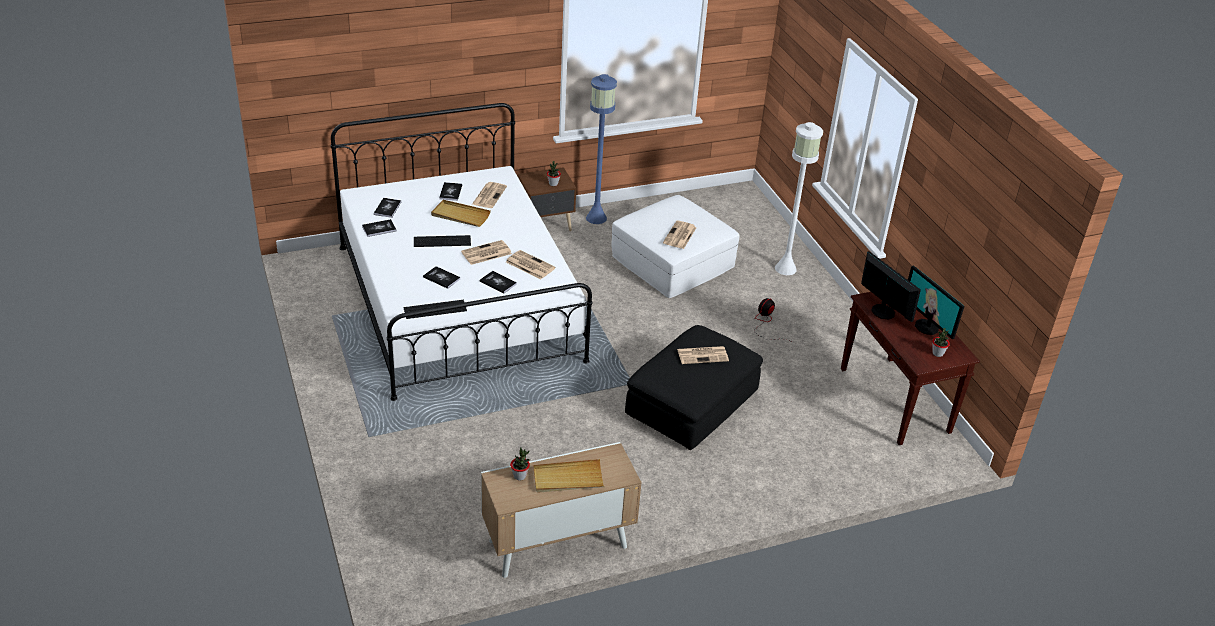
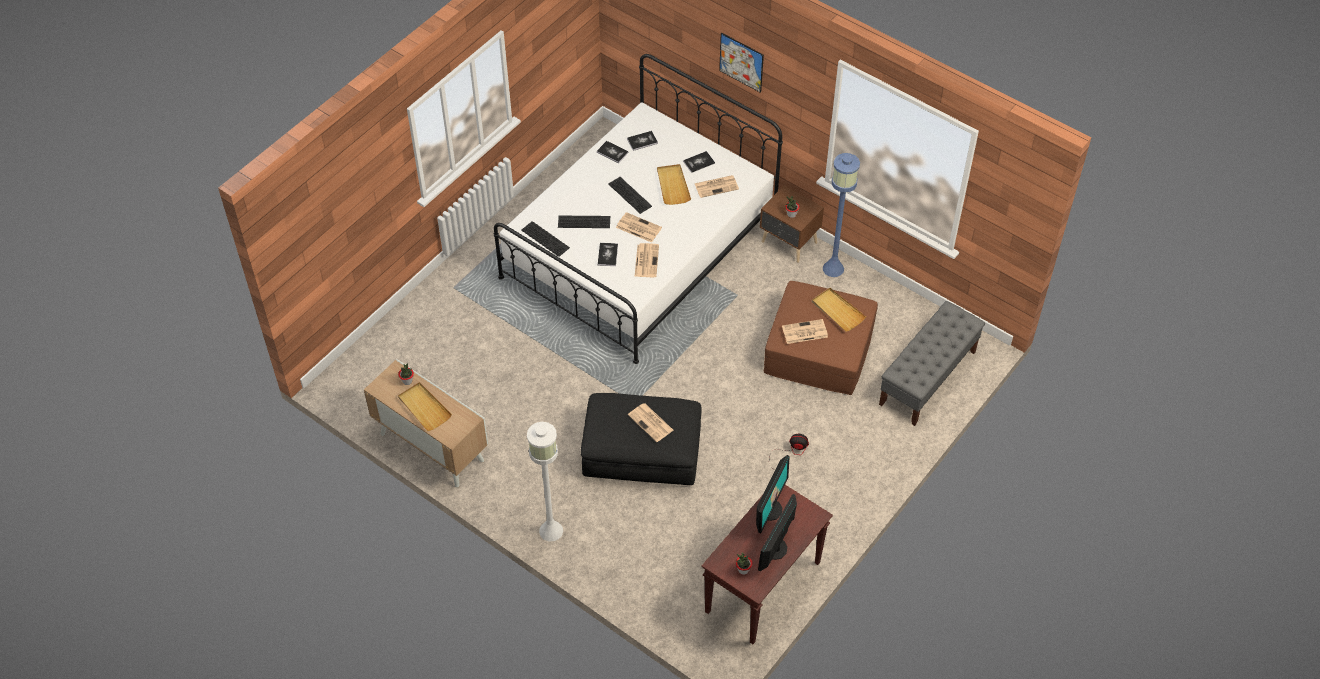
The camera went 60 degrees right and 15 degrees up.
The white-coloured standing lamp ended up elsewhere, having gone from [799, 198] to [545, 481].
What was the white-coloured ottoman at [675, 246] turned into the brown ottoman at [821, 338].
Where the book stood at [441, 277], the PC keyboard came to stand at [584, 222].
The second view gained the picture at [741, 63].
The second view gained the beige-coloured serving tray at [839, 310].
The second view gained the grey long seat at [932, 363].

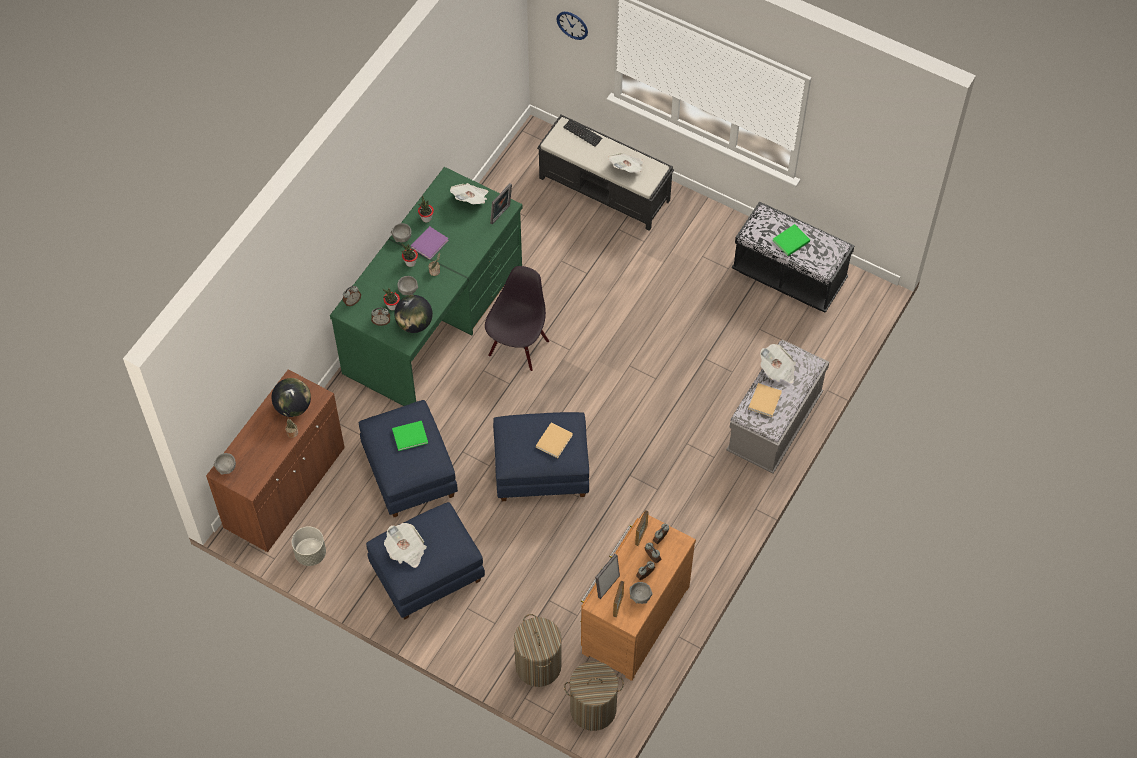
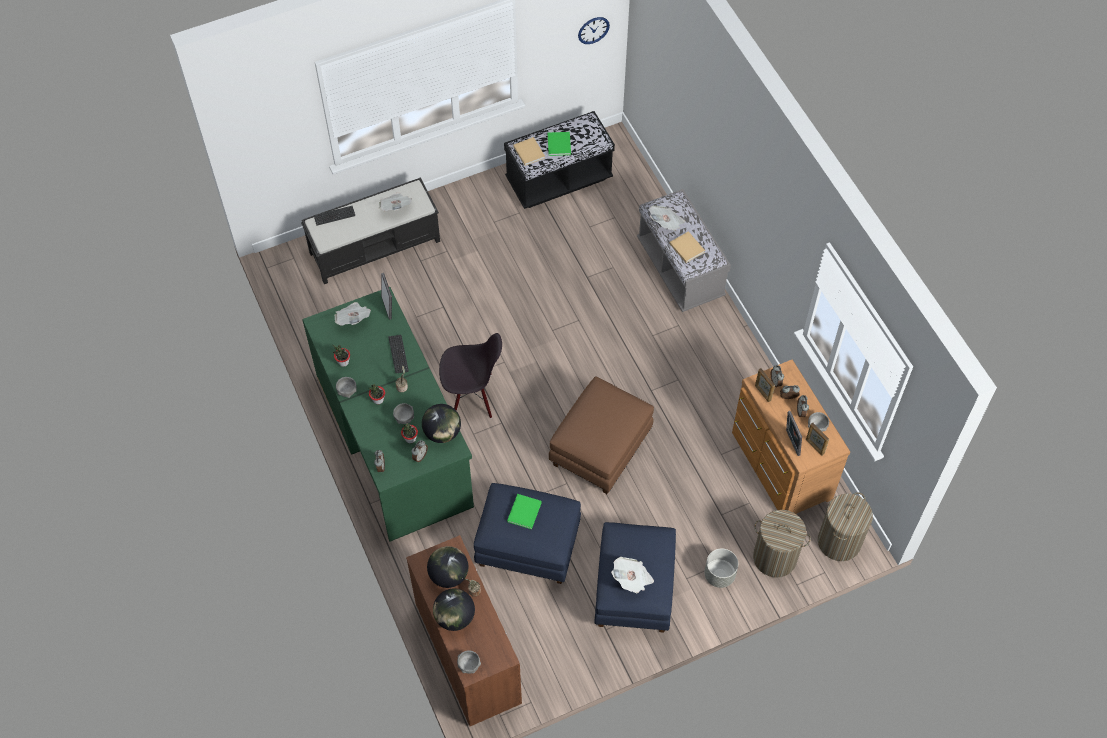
The camera went 55 degrees left and 0 degrees up.
The wall clock ended up elsewhere, having gone from [572, 26] to [594, 30].
The second view lost the purple-coloured book at [430, 243].
The black-coloured upright chair at [517, 318] ended up facing another way, 120 degrees clockwise from before.
What was the blue ottoman at [541, 456] turned into the brown ottoman at [601, 435].
The beige-coloured book ended up elsewhere, having gone from [554, 440] to [529, 151].
The grey flower pot ended up elsewhere, having gone from [309, 546] to [721, 568].
The second view gained the PC keyboard at [398, 354].
The second view gained the world globe at [454, 609].

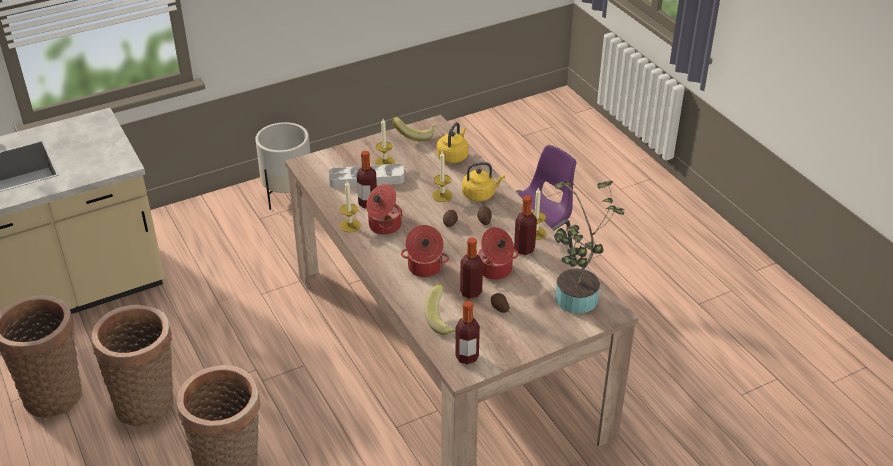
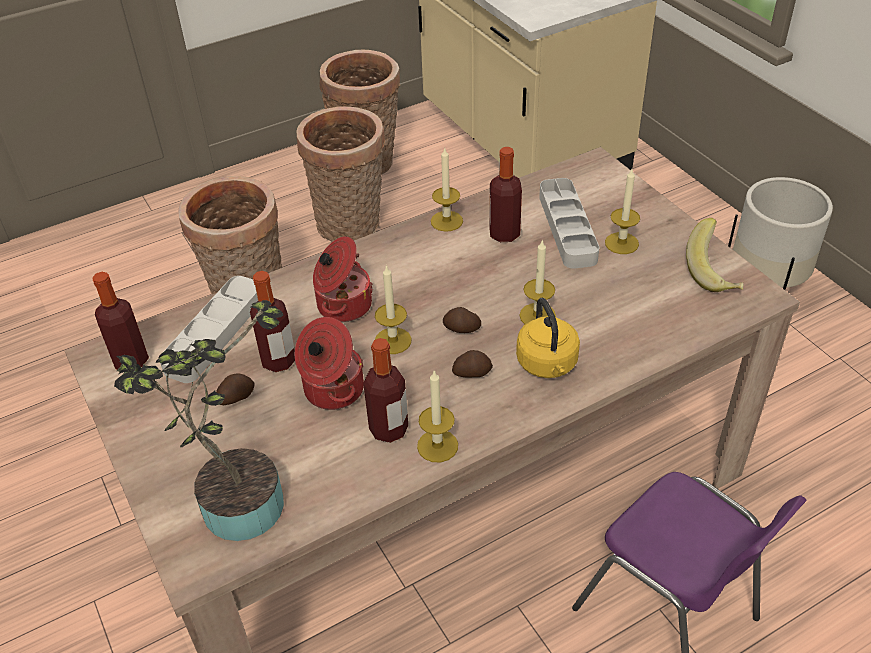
The camera went 90 degrees right and 5 degrees up.
The second view lost the yellowish kettle at [452, 142].
The second view lost the cooking pot at [384, 209].
Where the banana fruit stood at [440, 310], the grey serving tray came to stand at [209, 329].
The second view gained the wax candle at [393, 309].

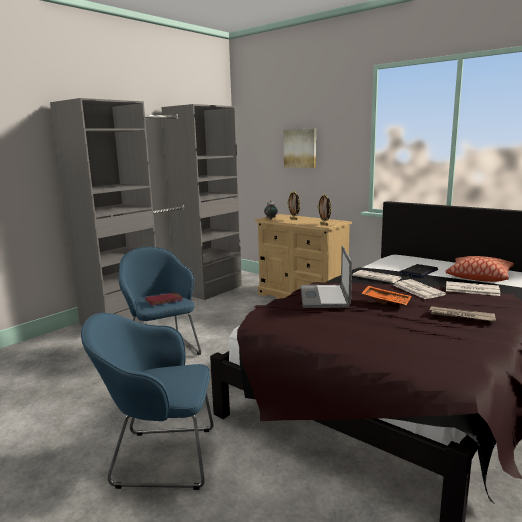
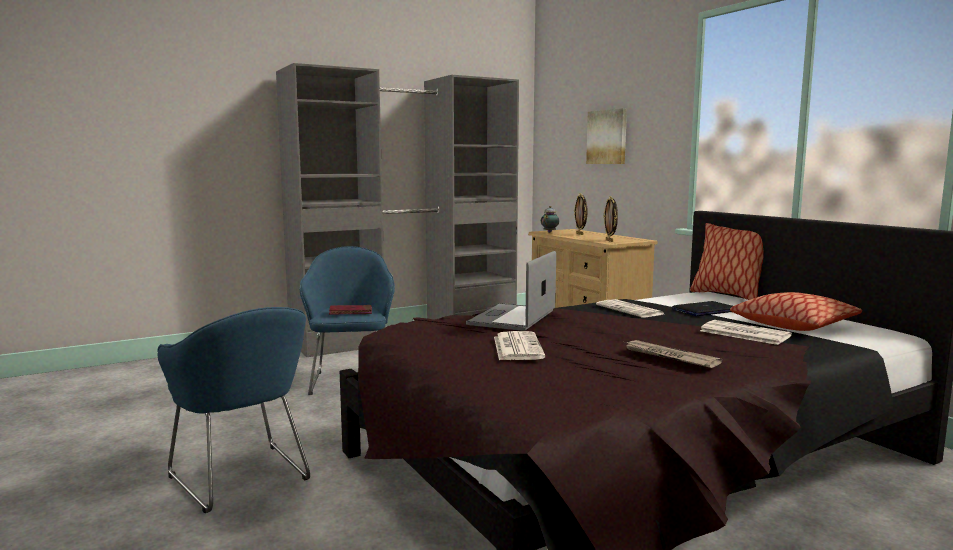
The camera went 20 degrees right and 5 degrees down.
The newspaper ended up elsewhere, having gone from [419, 289] to [519, 345].
The second view lost the orange serving tray at [386, 296].
The blue lounge chair at [147, 401] ended up facing another way, 150 degrees counterclockwise from before.
The second view gained the throw pillow at [727, 261].

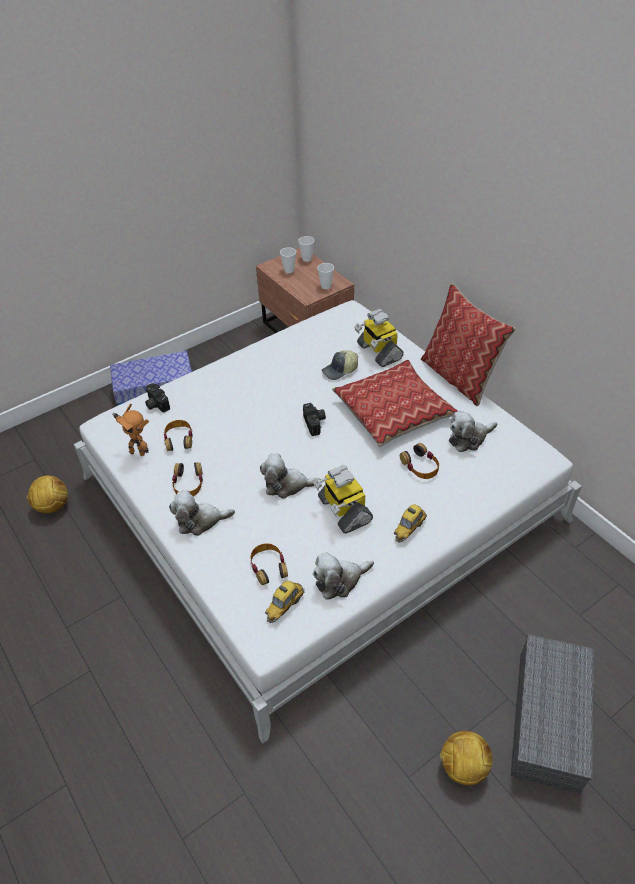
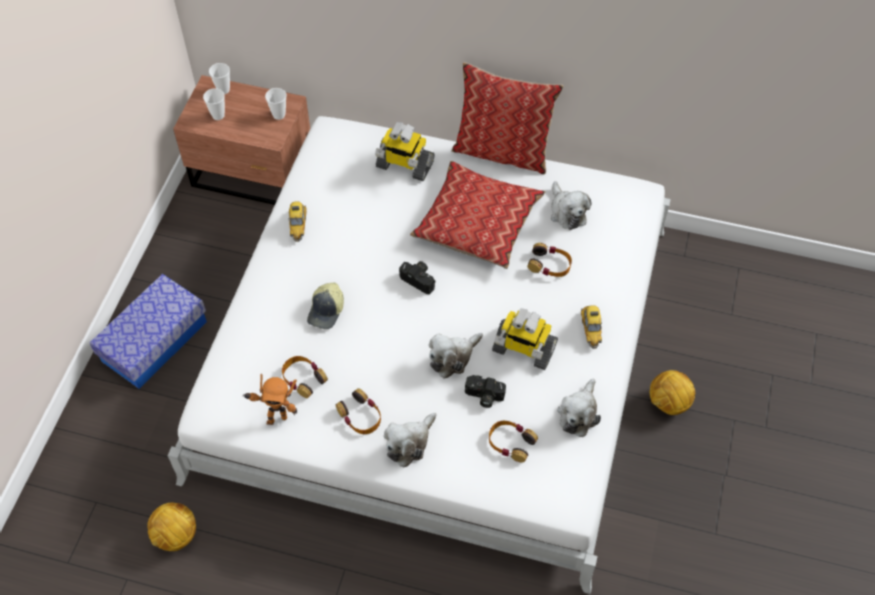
The camera went 40 degrees left and 10 degrees up.
The peaked cap ended up elsewhere, having gone from [340, 365] to [325, 305].
The still camera ended up elsewhere, having gone from [157, 397] to [485, 391].
The cuddly toy at [473, 431] ended up facing another way, 45 degrees counterclockwise from before.
The toy car ended up elsewhere, having gone from [285, 602] to [298, 221].
The second view lost the grey storage bin at [552, 714].
The football ended up elsewhere, having gone from [466, 758] to [672, 392].

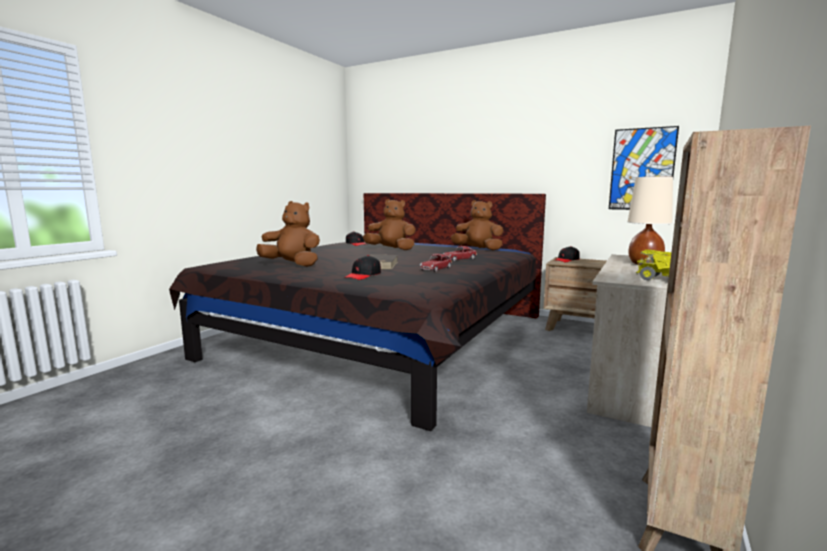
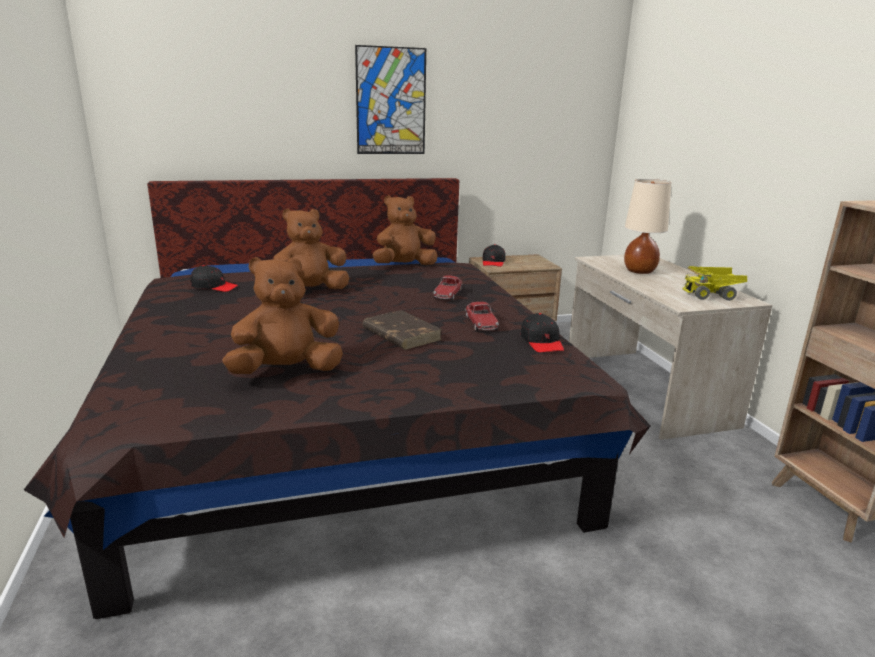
The camera went 45 degrees left and 10 degrees up.
The picture ended up elsewhere, having gone from [644, 168] to [390, 99].
The black-coloured peaked cap ended up elsewhere, having gone from [362, 267] to [542, 333].

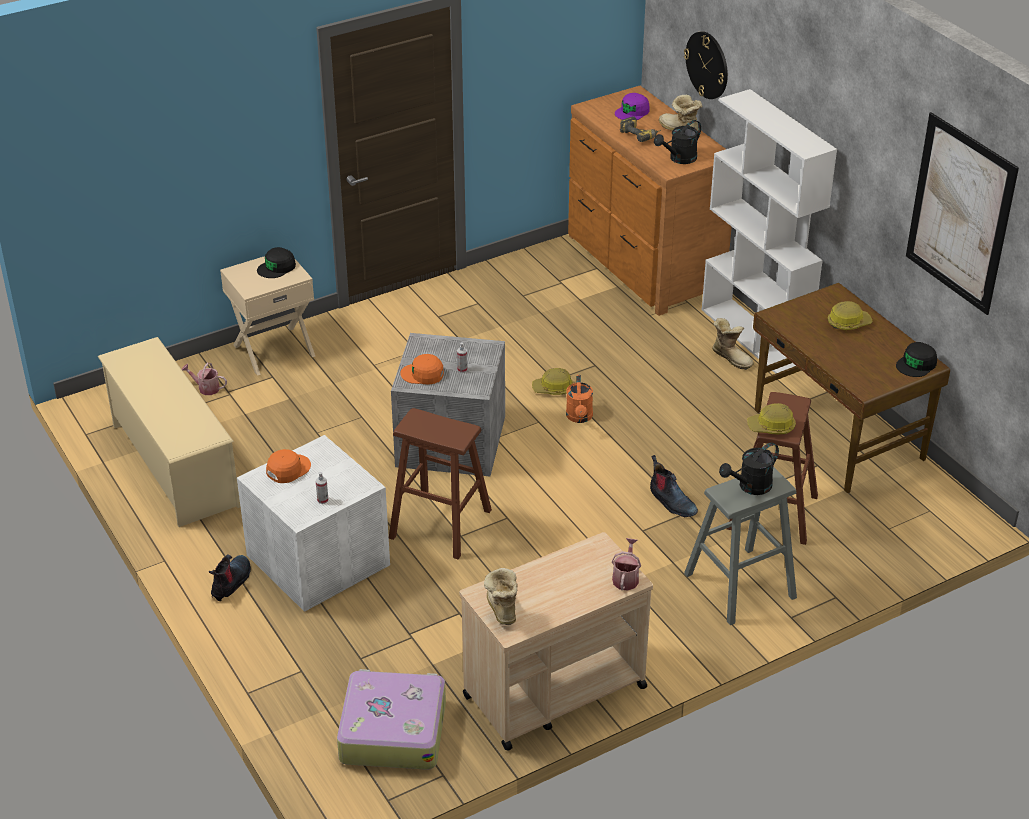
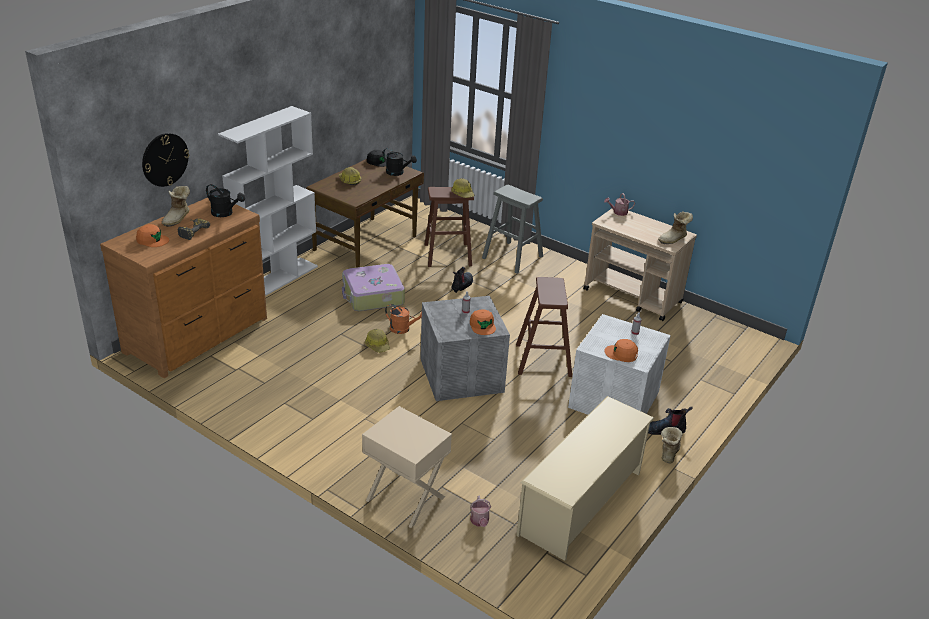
The camera went 115 degrees left and 5 degrees down.
What was the purple-coloured peaked cap at [632, 106] turned into the orange peaked cap at [152, 235].
The second view lost the picture at [962, 213].
The second view lost the black-coloured peaked cap at [276, 262].
The boot ended up elsewhere, having gone from [733, 344] to [672, 445].
The orange sprinkling can at [579, 399] ended up facing another way, 45 degrees clockwise from before.
The black-coloured sprinkling can ended up elsewhere, having gone from [749, 469] to [400, 162].
The travel case ended up elsewhere, having gone from [391, 719] to [373, 287].

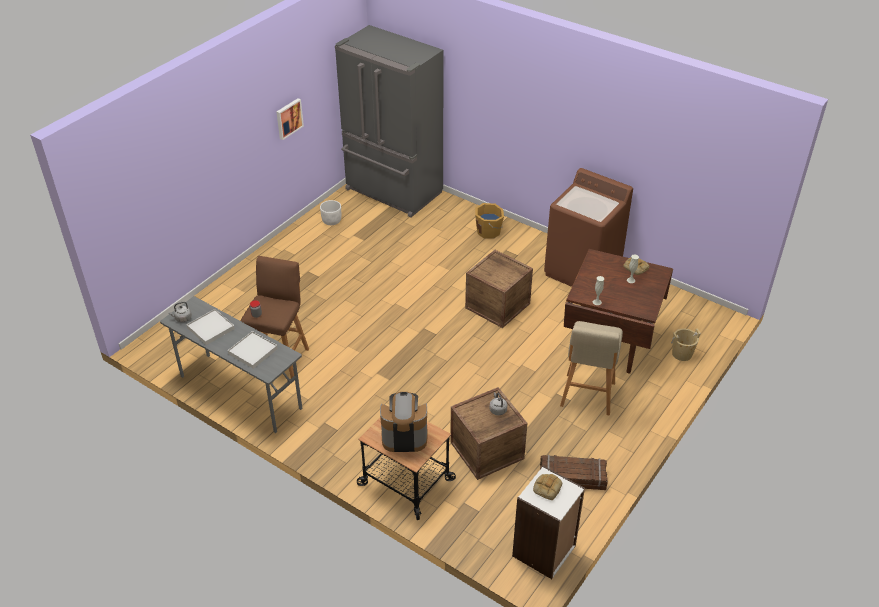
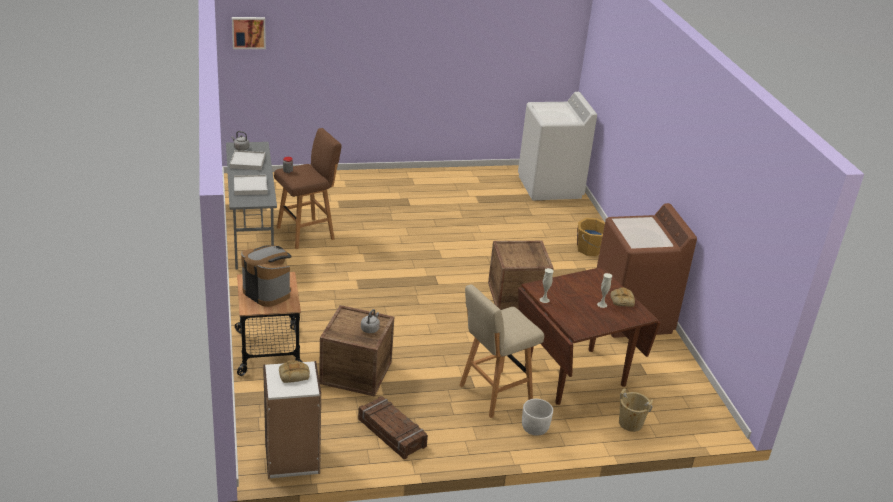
The camera went 40 degrees right and 10 degrees down.
Where the grey kitchen fridge stood at [389, 121], the white-coloured washing machine came to stand at [557, 146].
The picture ended up elsewhere, having gone from [290, 119] to [249, 33].
The white-coloured flower pot ended up elsewhere, having gone from [330, 212] to [537, 417].

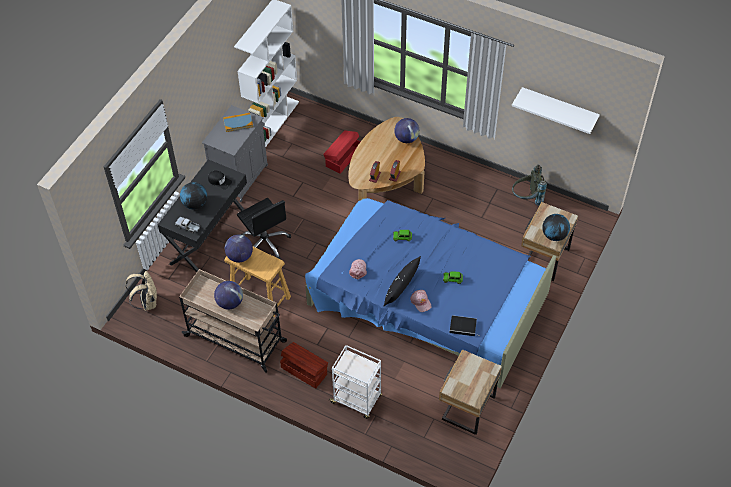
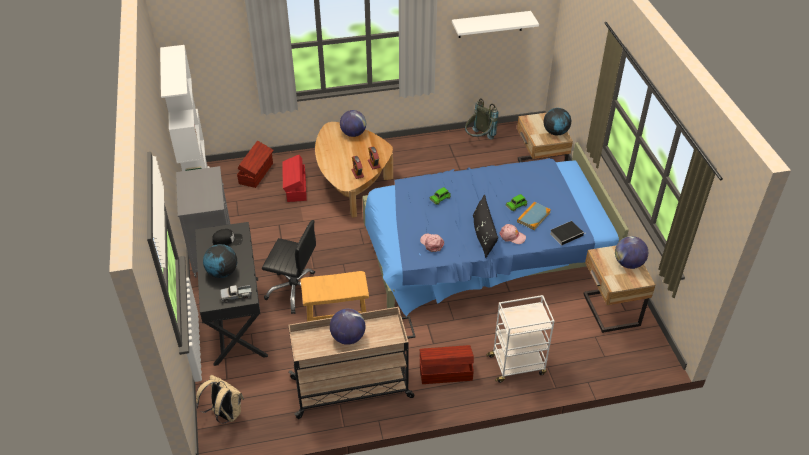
The camera went 40 degrees left and 10 degrees down.
The book ended up elsewhere, having gone from [238, 122] to [534, 216].
The world globe ended up elsewhere, having gone from [239, 249] to [631, 252].
The second view gained the brown storage bin at [255, 164].

